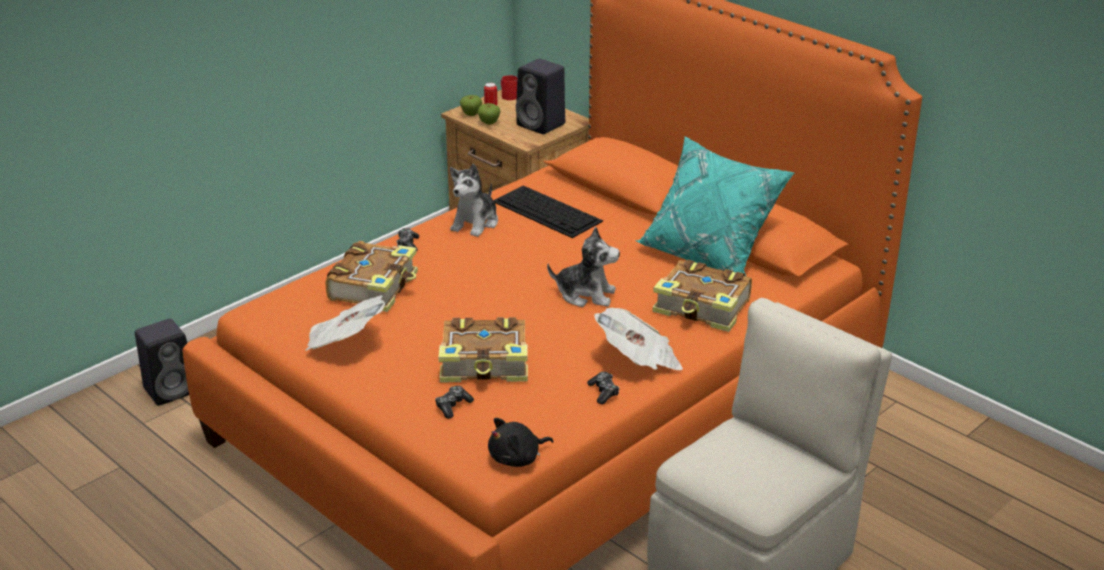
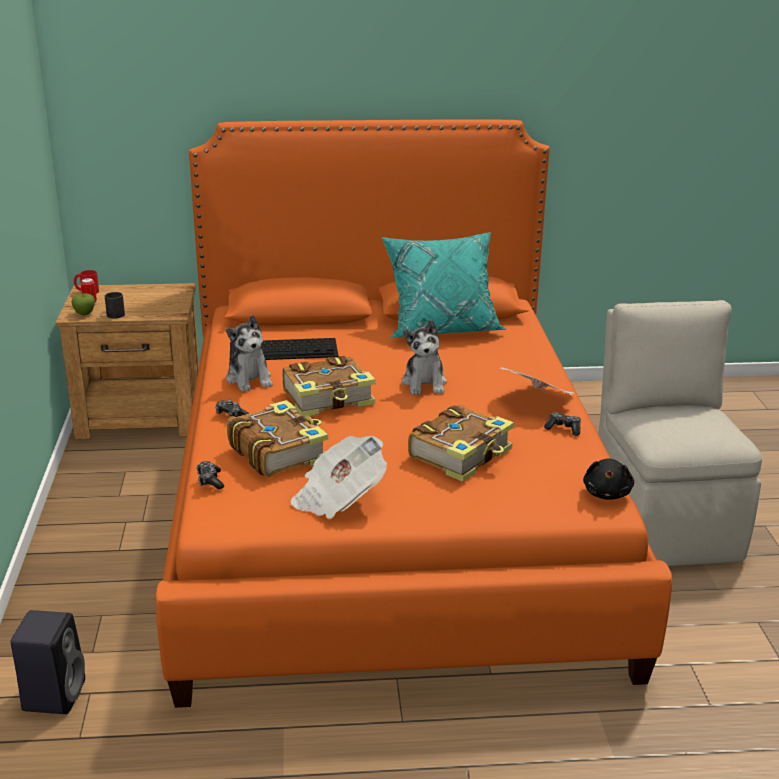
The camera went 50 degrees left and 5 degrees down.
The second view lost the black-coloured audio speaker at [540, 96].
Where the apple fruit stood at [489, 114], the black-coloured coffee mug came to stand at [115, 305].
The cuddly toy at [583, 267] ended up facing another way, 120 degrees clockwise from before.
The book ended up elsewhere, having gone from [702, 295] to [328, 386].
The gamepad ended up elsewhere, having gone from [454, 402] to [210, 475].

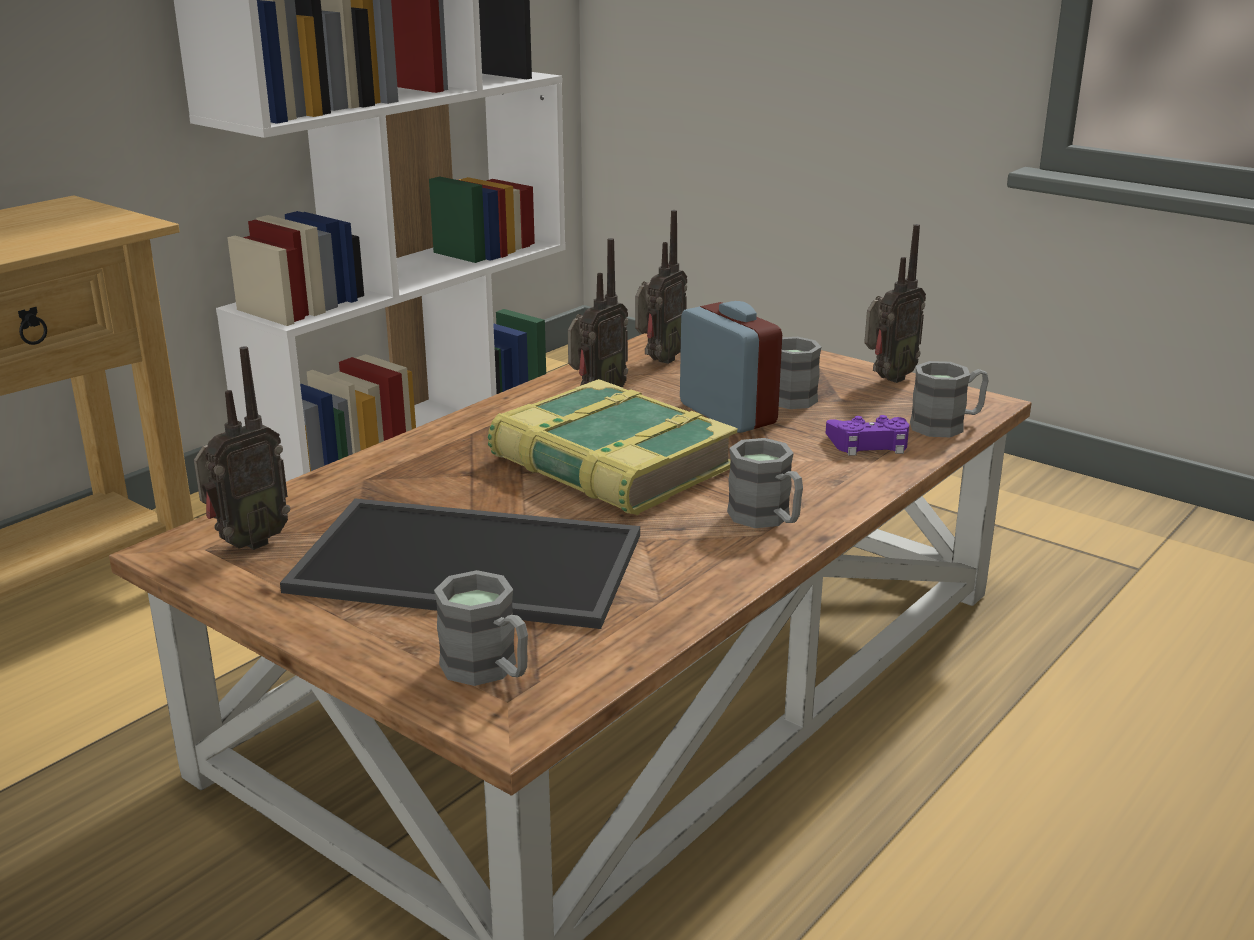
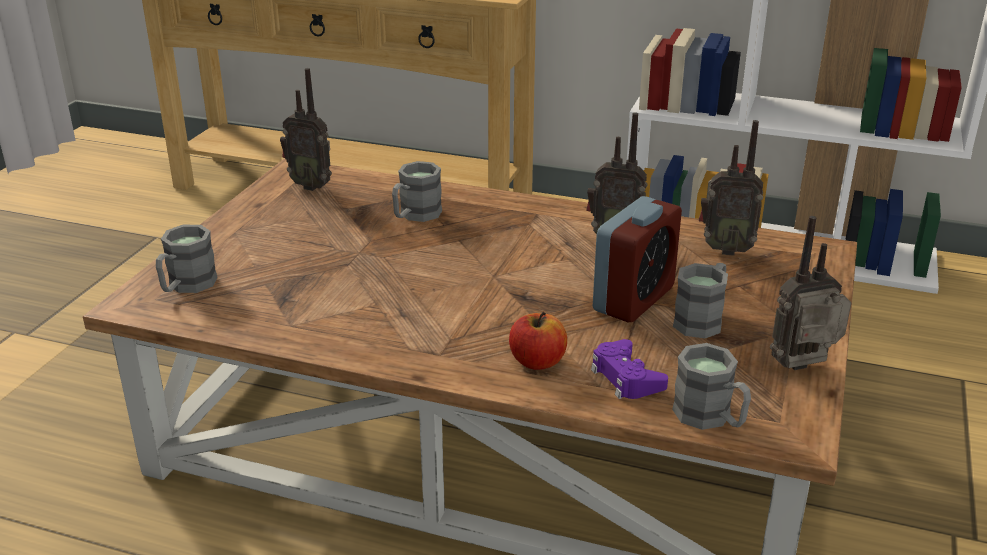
The camera went 70 degrees right and 5 degrees up.
The radio at [895, 303] ended up facing another way, 135 degrees clockwise from before.
The second view lost the book at [613, 447].
The grey coffee mug ended up elsewhere, having gone from [765, 483] to [417, 191].
The second view lost the serving tray at [460, 564].
The second view gained the apple fruit at [538, 341].

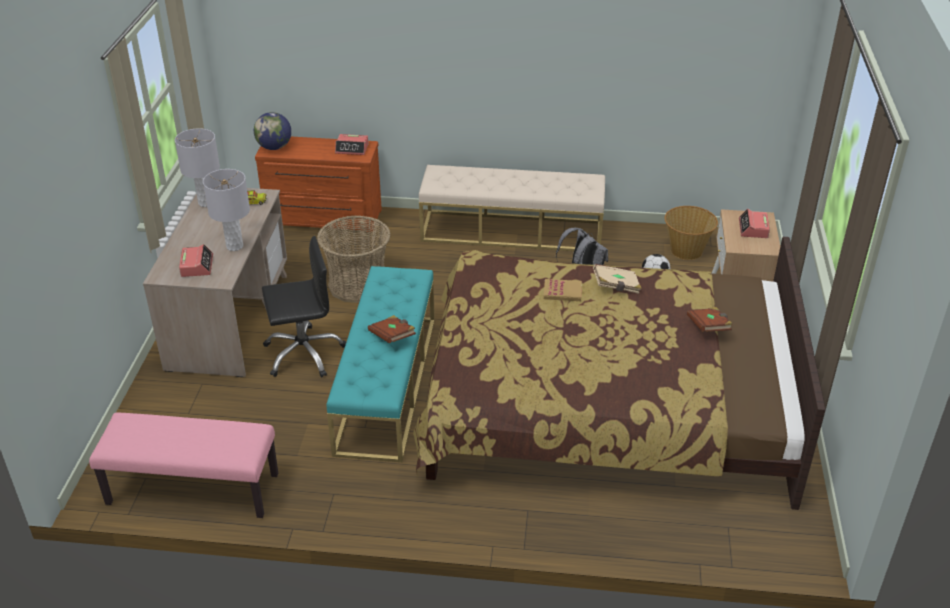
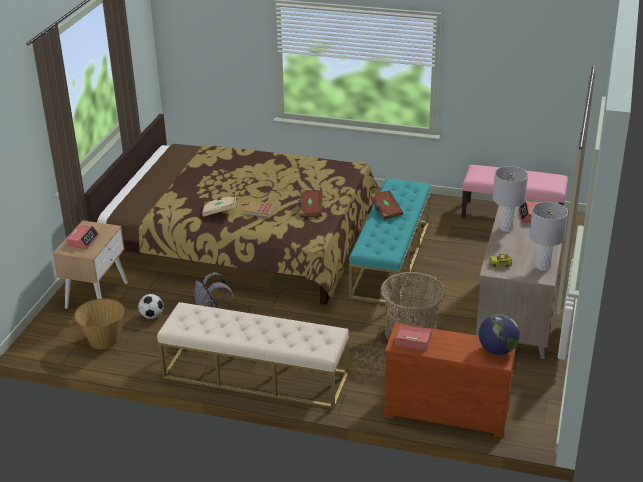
The camera went 170 degrees left and 5 degrees down.
The second view lost the black-coloured office chair at [304, 306].
The brown book ended up elsewhere, having gone from [709, 319] to [310, 203].

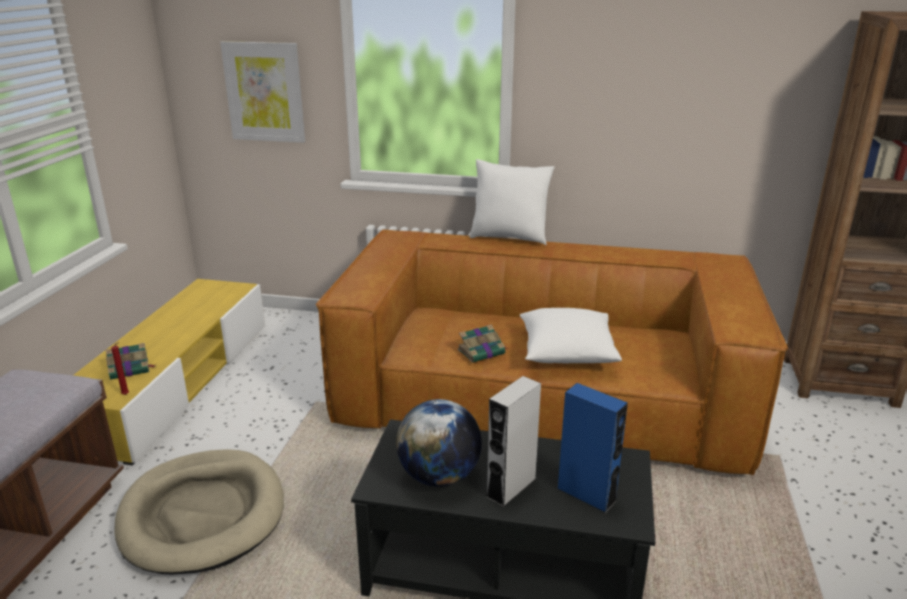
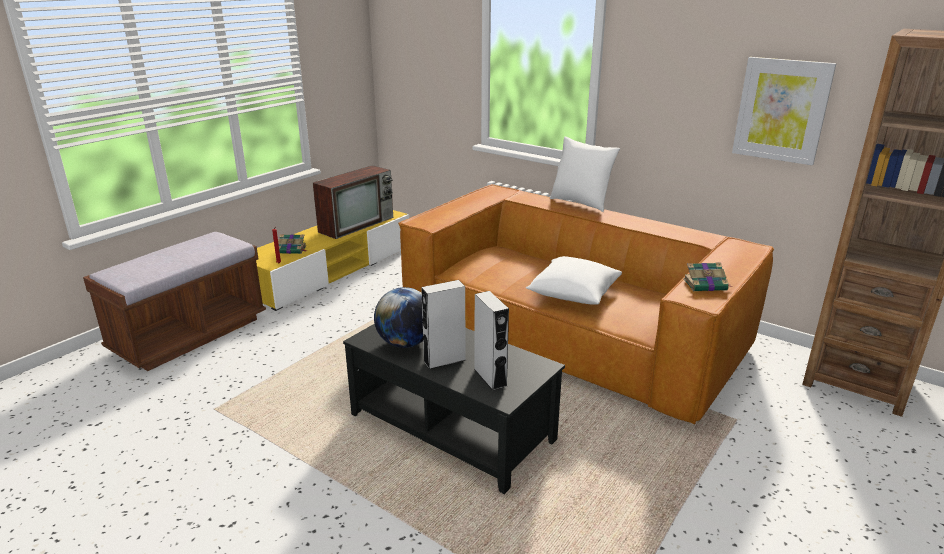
The camera went 25 degrees right and 0 degrees up.
The picture ended up elsewhere, having gone from [262, 92] to [784, 111].
The book ended up elsewhere, having gone from [483, 344] to [708, 276].
What was the blue audio speaker at [592, 448] turned into the grey audio speaker at [491, 341].
The second view lost the beige-coloured dog bed at [199, 511].
The second view gained the TV set at [353, 202].

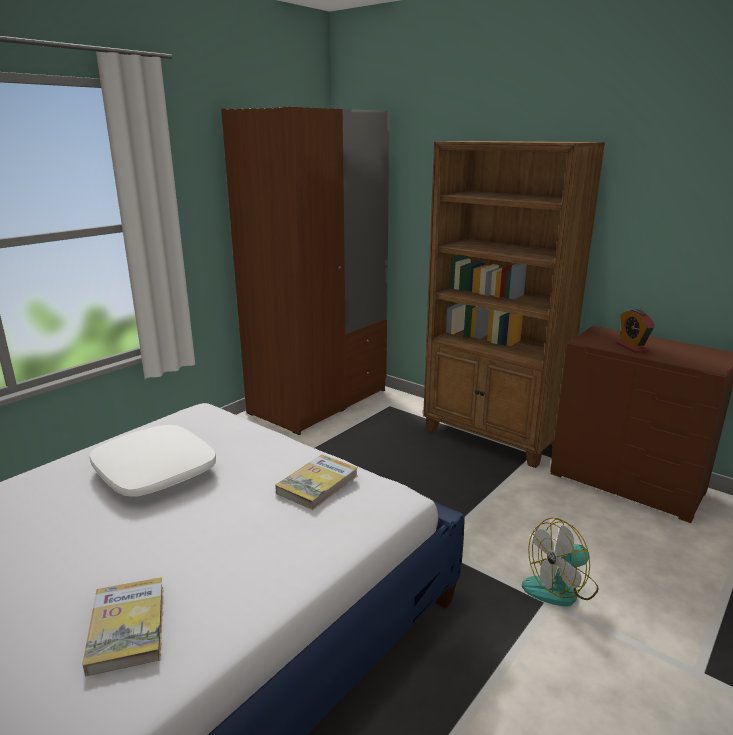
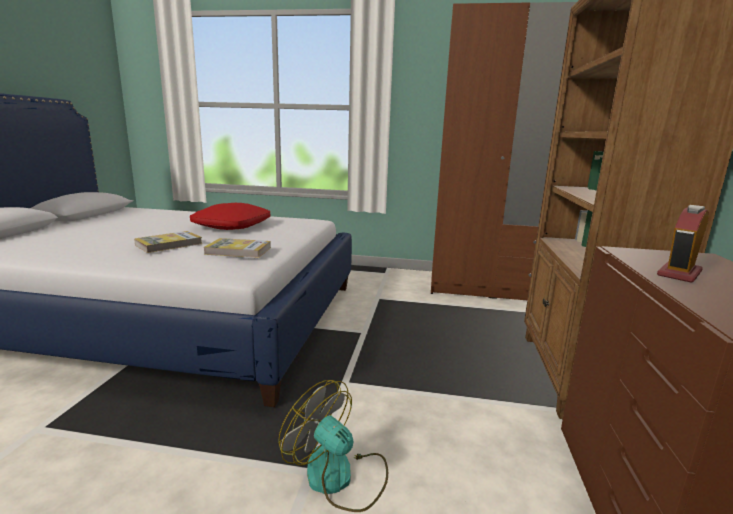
The camera went 60 degrees right and 5 degrees down.
What was the white-coloured throw pillow at [153, 460] turned into the red-coloured throw pillow at [230, 216].
The book ended up elsewhere, having gone from [123, 626] to [168, 242].

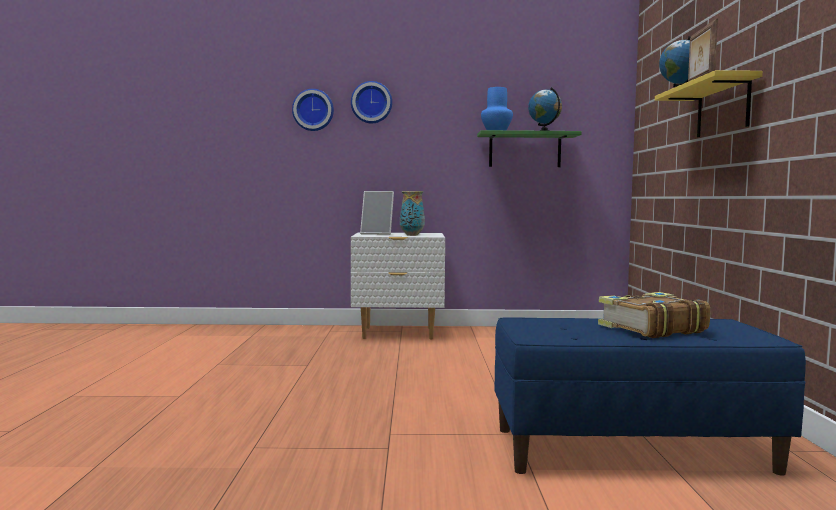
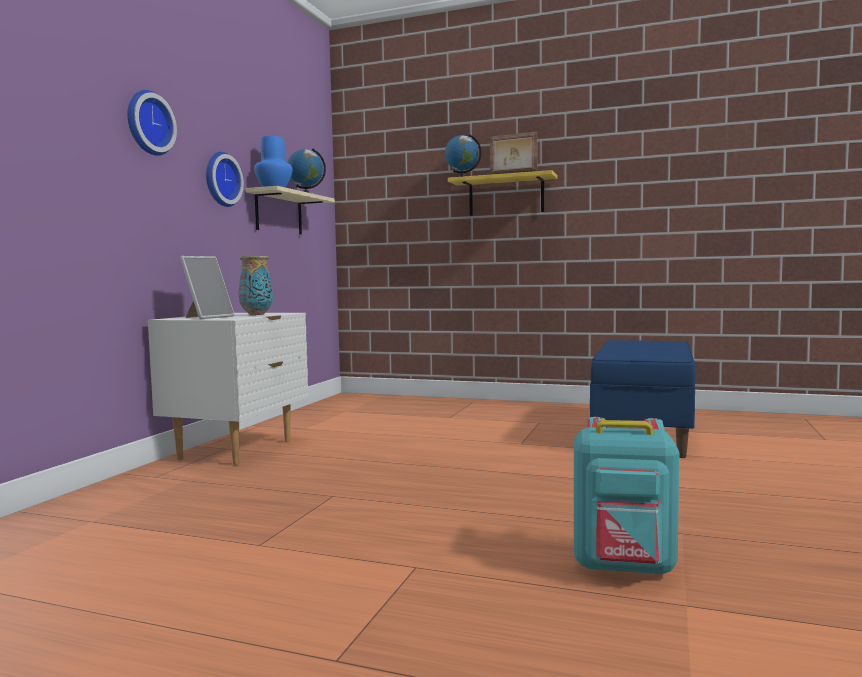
The camera went 70 degrees left and 0 degrees up.
The wall clock ended up elsewhere, having gone from [313, 110] to [225, 179].
What was the greenish shelf at [529, 148] turned into the beige-coloured shelf at [290, 210].
The second view lost the book at [654, 315].
The second view gained the turquoise-coloured rucksack at [626, 496].

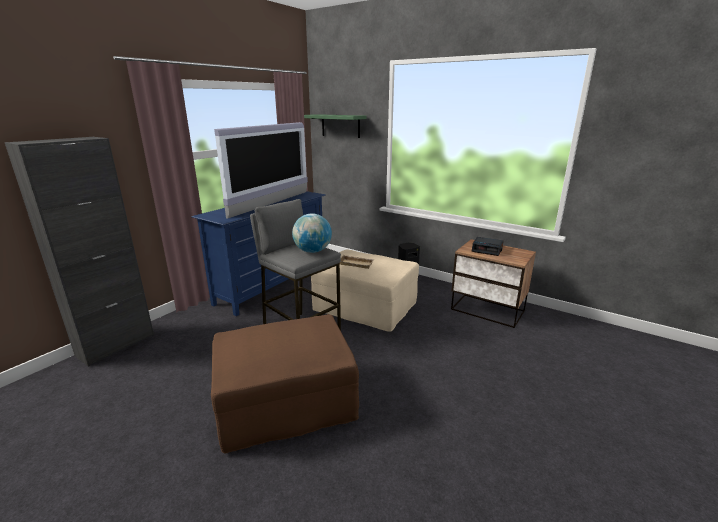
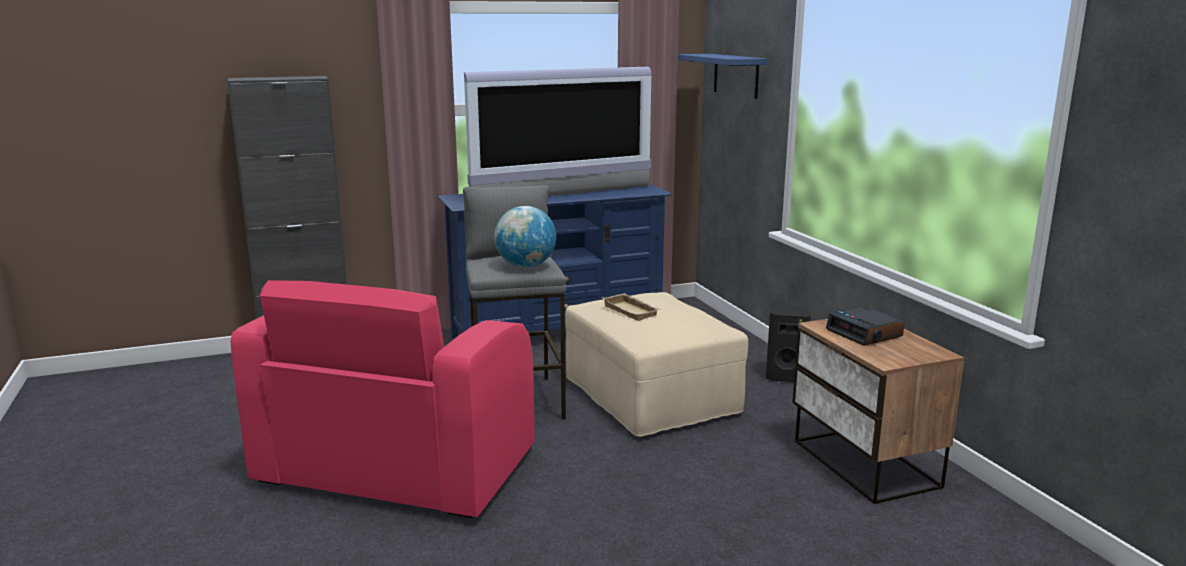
The camera went 35 degrees right and 5 degrees down.
What was the greenish shelf at [335, 126] turned into the blue shelf at [722, 76].
Where the brown ottoman stood at [285, 384], the pink lounge chair came to stand at [383, 399].

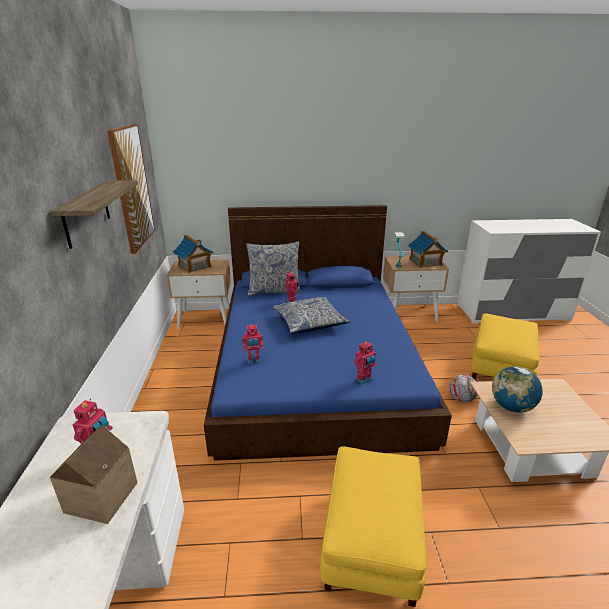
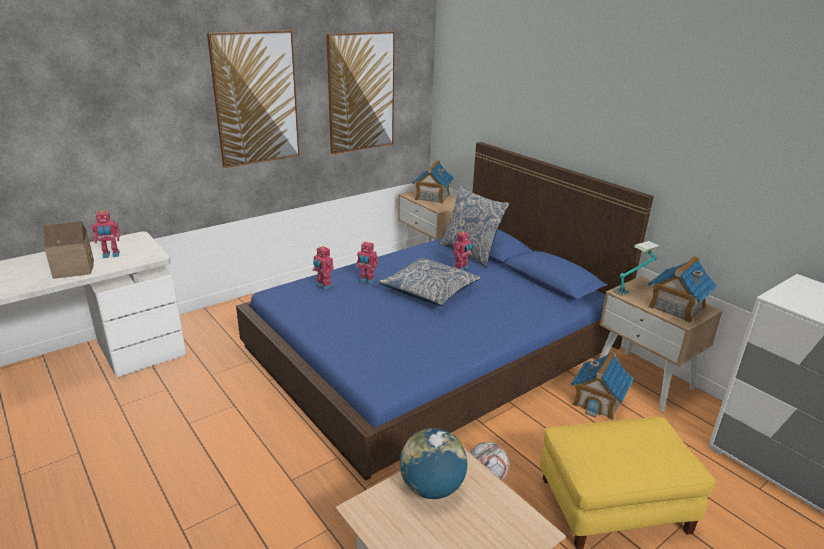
The camera went 55 degrees right and 0 degrees up.
Where the shelf hung at [94, 214], the picture came to hang at [253, 99].
The model robot ended up elsewhere, having gone from [365, 362] to [367, 263].
The second view lost the yellowish ottoman at [373, 526].
The second view gained the toy house at [602, 385].

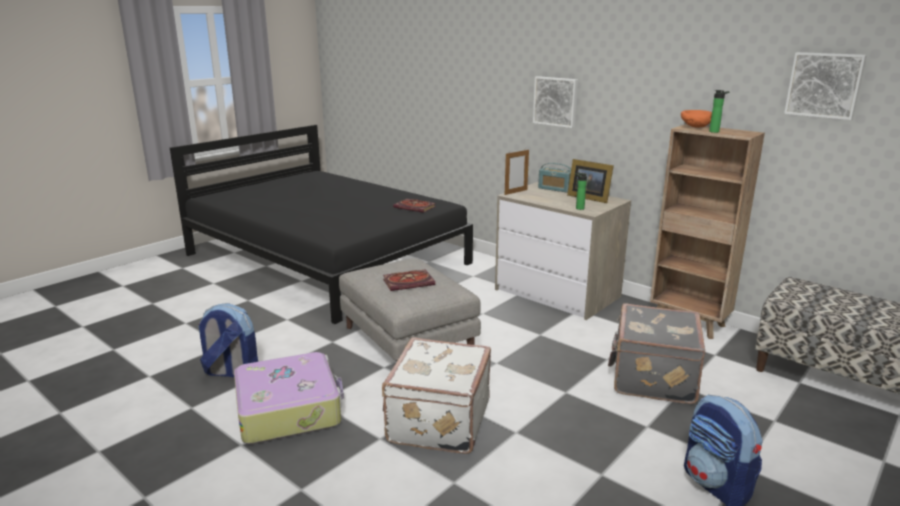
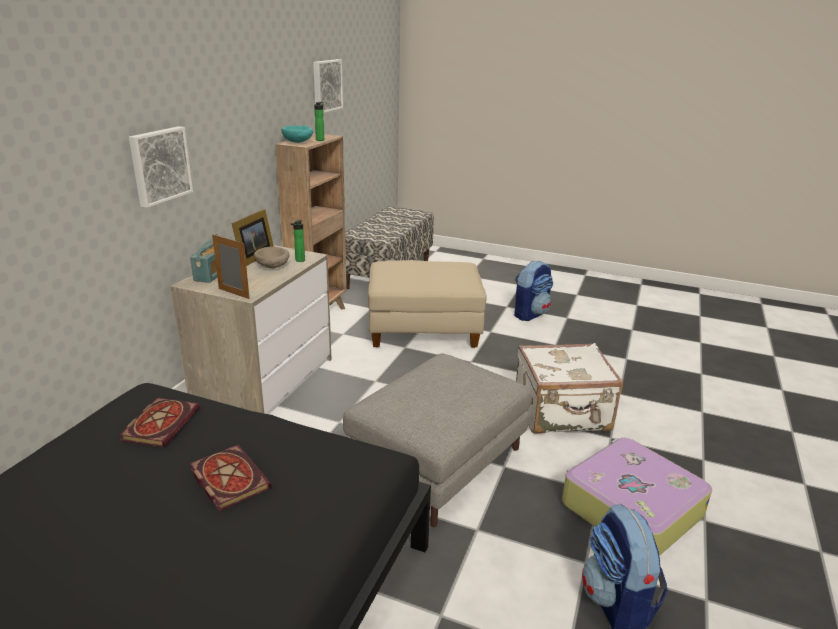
The camera went 110 degrees left and 5 degrees up.
What was the orange deep dish at [696, 119] turned into the turquoise-coloured deep dish at [297, 134].
The book ended up elsewhere, having gone from [409, 280] to [231, 478].
Where the grey travel case stood at [656, 353], the beige-coloured ottoman came to stand at [427, 304].
The second view gained the beige-coloured deep dish at [272, 257].

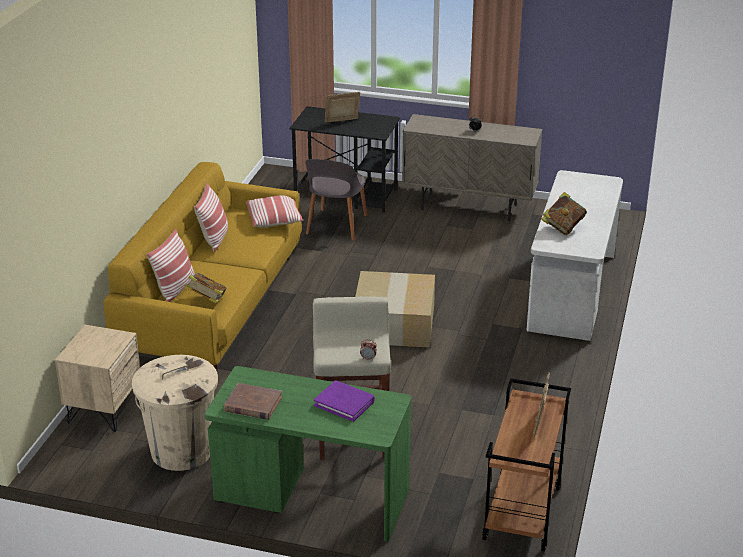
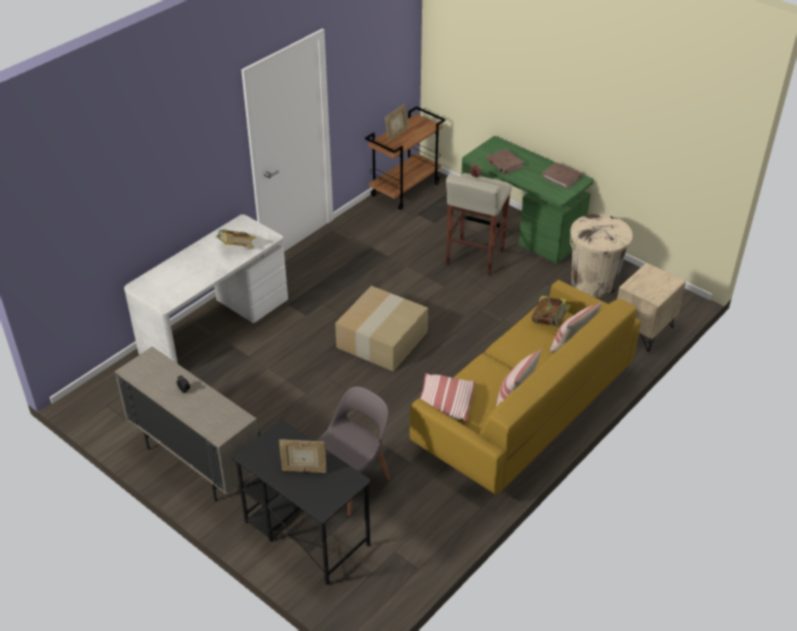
The camera went 155 degrees left and 10 degrees up.
What was the purple-coloured book at [344, 401] turned into the brown book at [505, 161].

